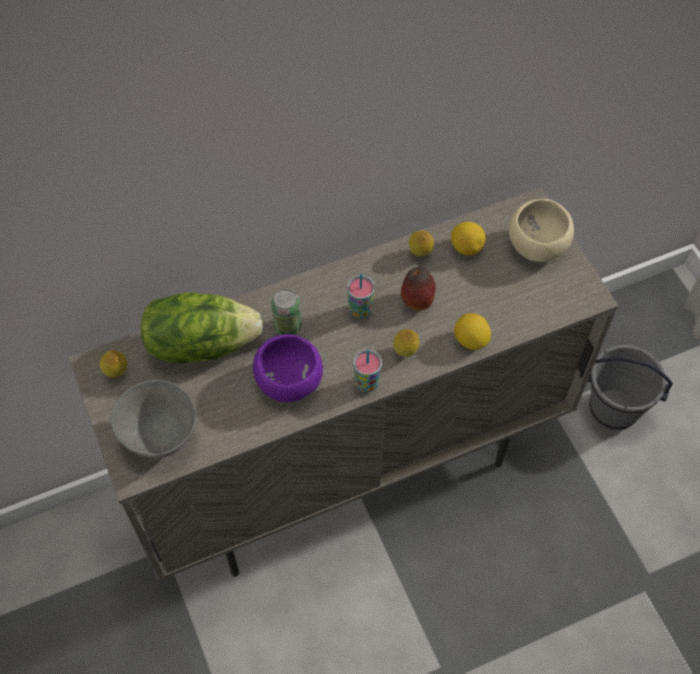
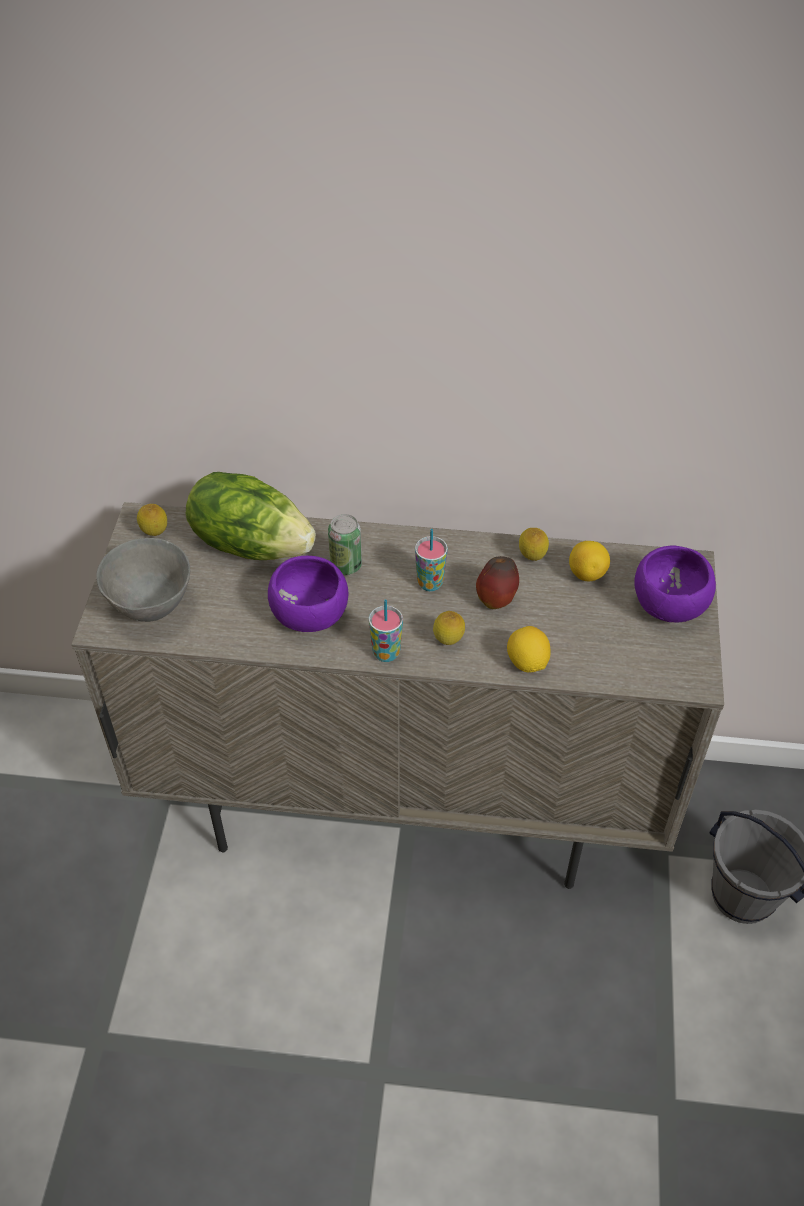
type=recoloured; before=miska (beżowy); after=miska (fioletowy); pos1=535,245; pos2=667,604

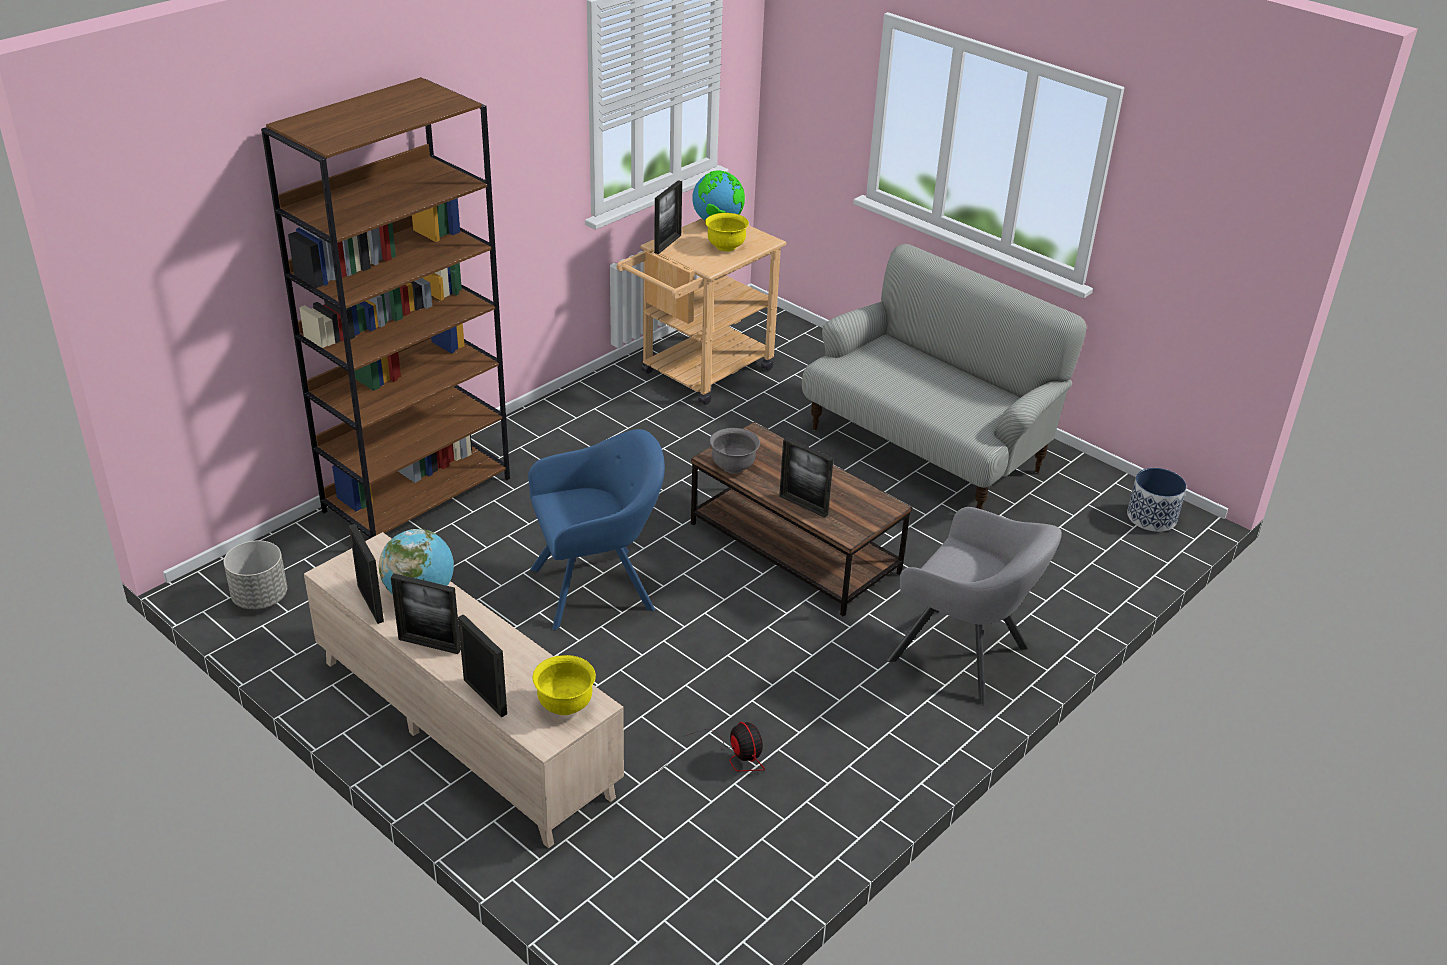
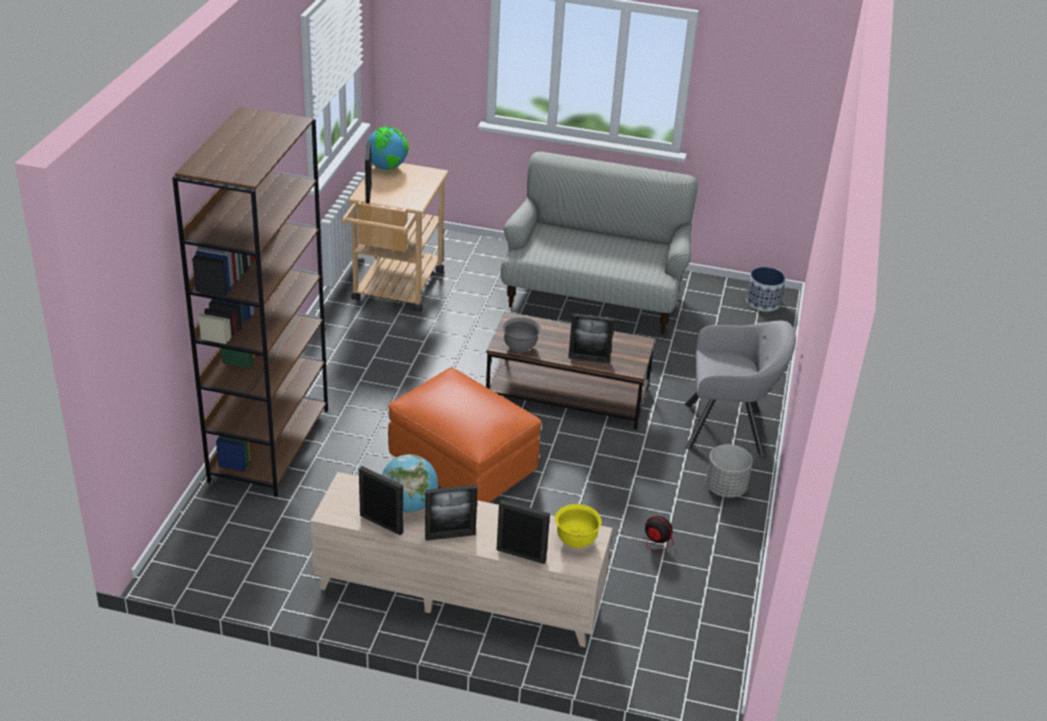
type=removed; before=miska (żółty); pos1=726,246
type=replaced; before=fotel (niebieski); after=pufa (pomarańczowy); pos1=598,588; pos2=463,466
type=moved; before=donica (szary); pos1=260,598; pos2=725,488

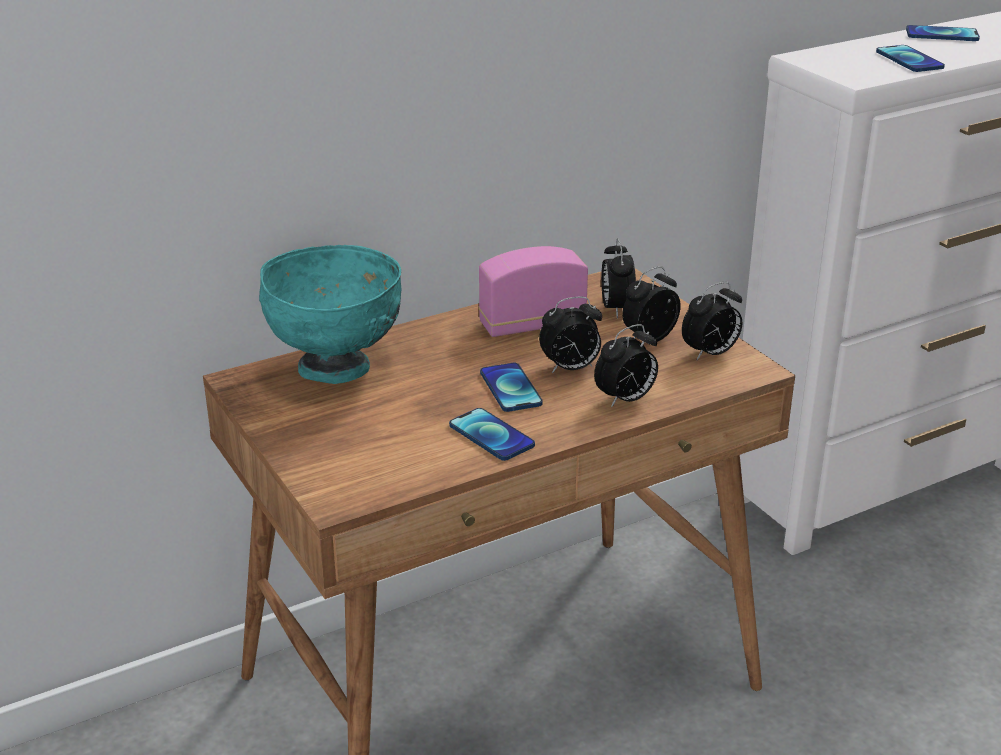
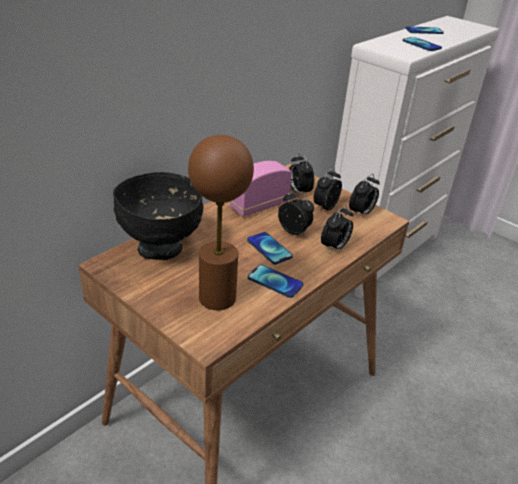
type=recoloured; before=miska (turkusowy); after=miska (czarny); pos1=336,369; pos2=161,248
type=turned; before=budzik; pos1=570,368; pos2=294,231; turn=-105
type=added; after=lampa stołowa (brązowy); pos2=217,298

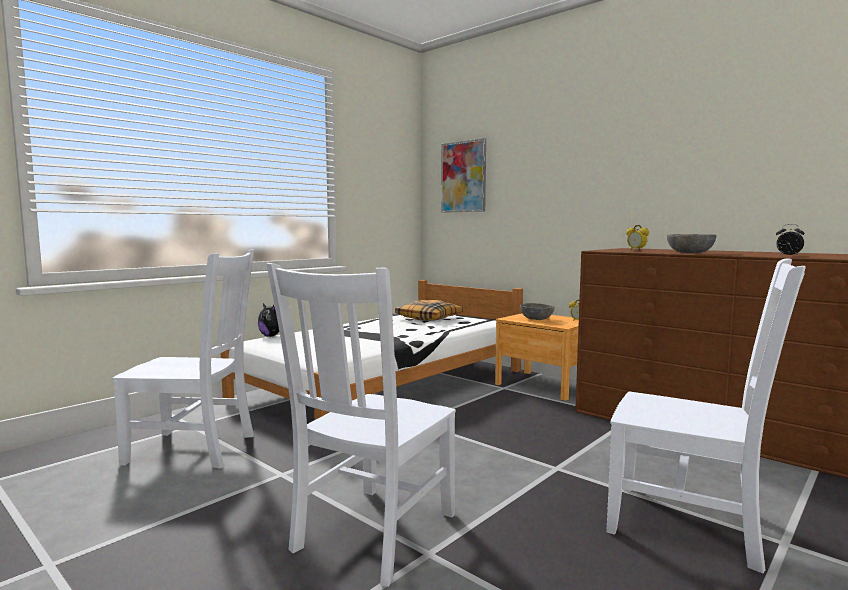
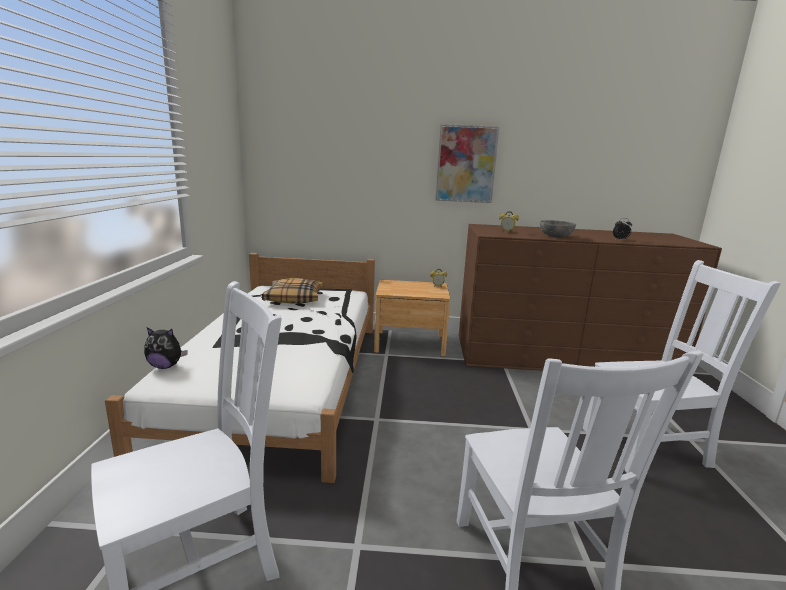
type=moved; before=obraz; pos1=463,177; pos2=466,164
type=removed; before=miska (szary); pos1=536,319

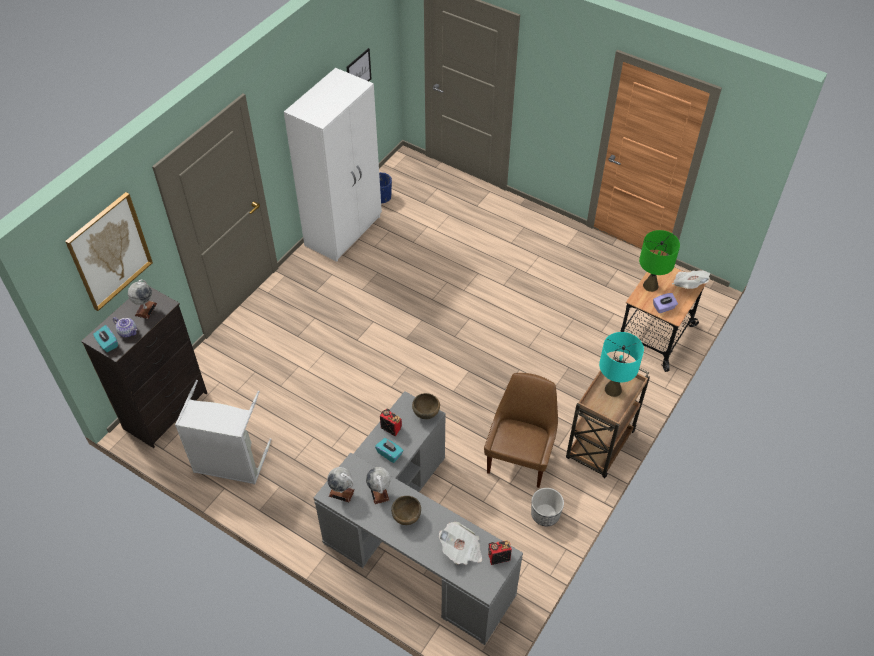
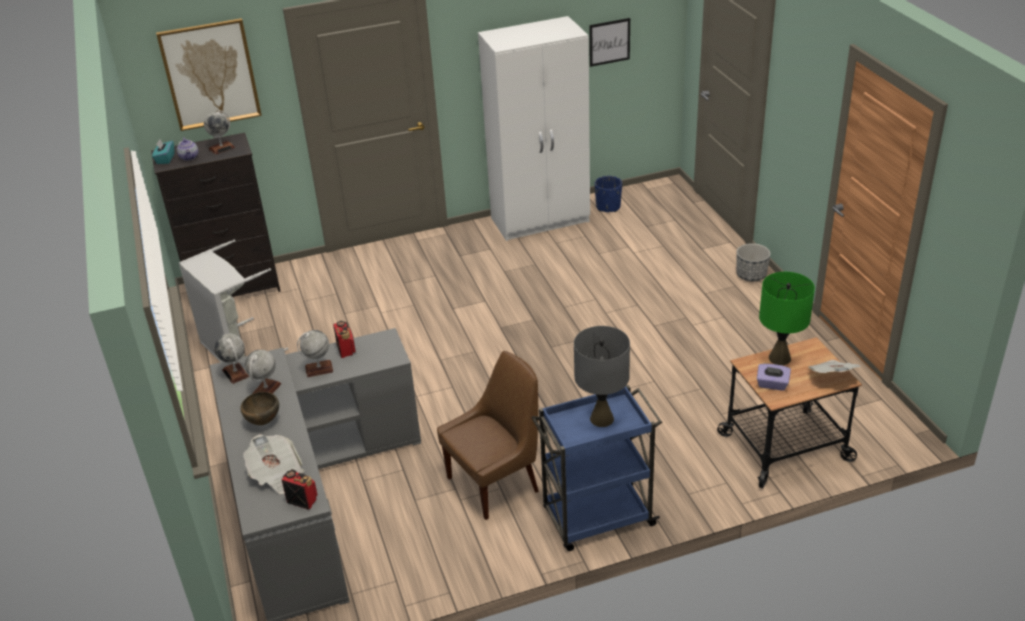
type=recoloured; before=lampa stołowa (turkusowy); after=lampa stołowa (szary); pos1=613,389; pos2=602,418
type=recoloured; before=wózek (brązowy); after=wózek (niebieski); pos1=599,446; pos2=596,518
type=removed; before=miska (brązowy); pos1=426,414
type=replaced; before=pudełko chusteczek (turkusowy); after=globus; pos1=389,454; pos2=319,369
type=moved; before=donica; pos1=545,515; pos2=751,275

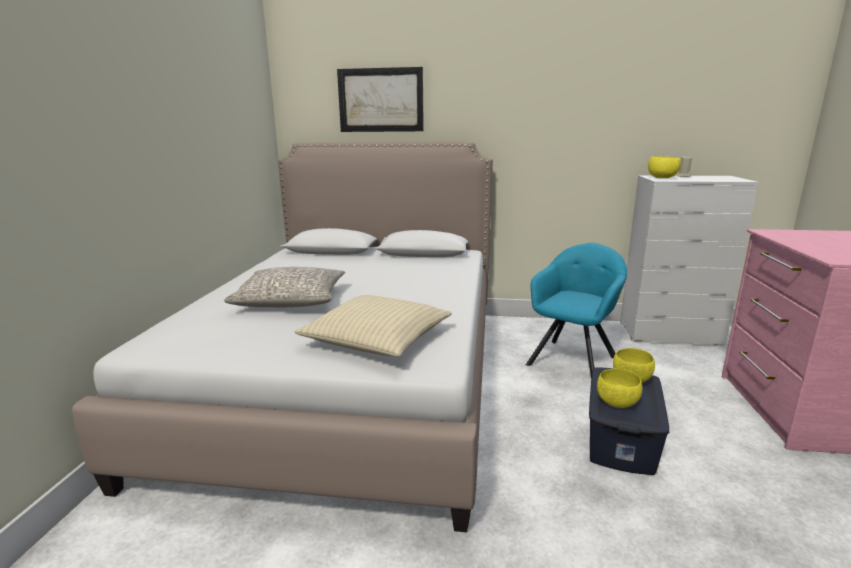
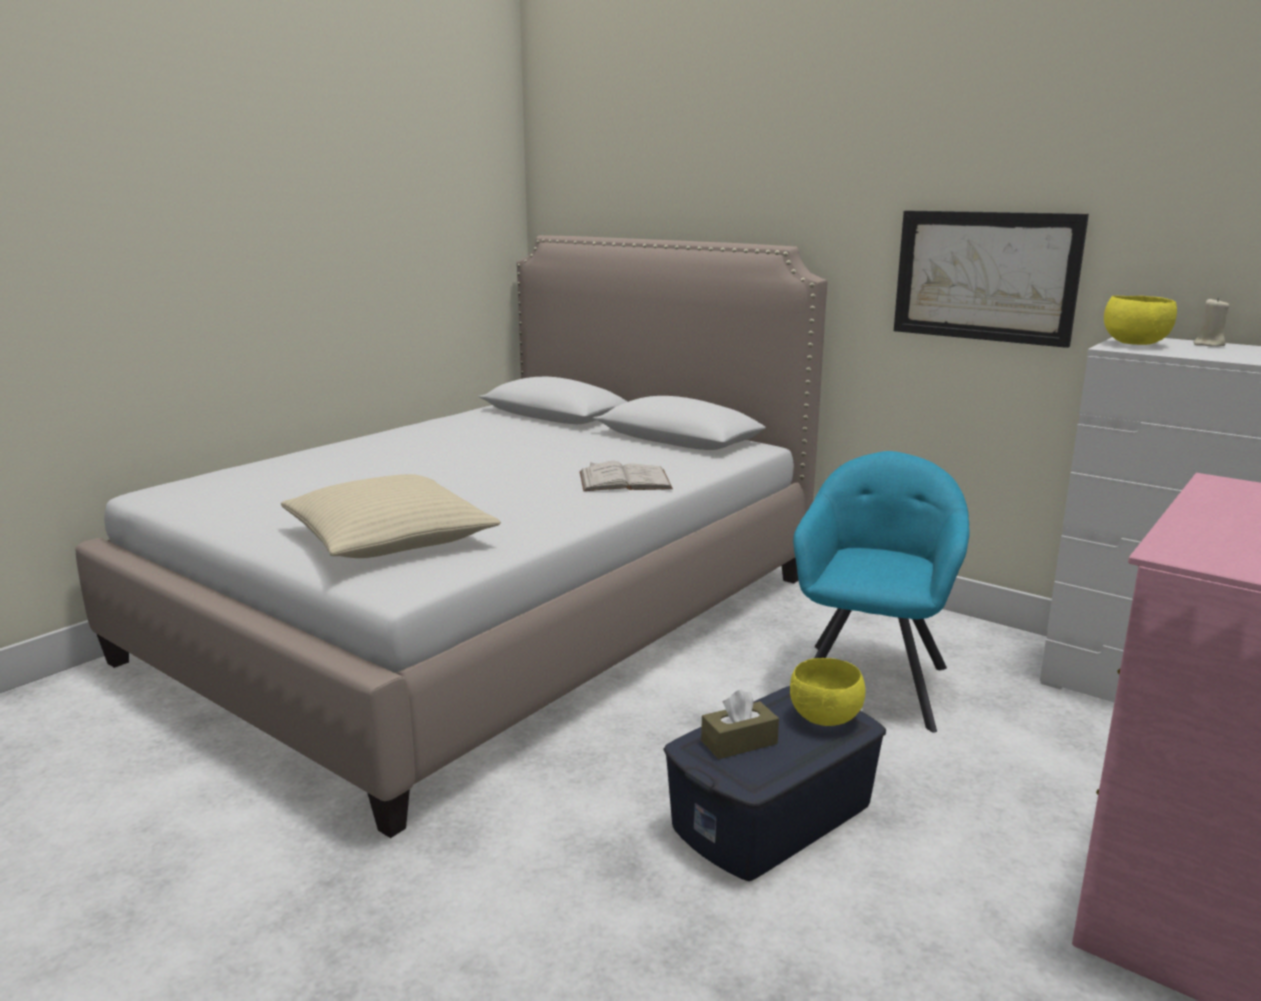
type=moved; before=obraz; pos1=381,100; pos2=985,276
type=turned; before=fotel (turkusowy); pos1=573,359; pos2=871,681; turn=-45
type=removed; before=poduszka (szary); pos1=291,300
type=replaced; before=miska (żółty); after=pudełko chusteczek (brązowy); pos1=617,404; pos2=739,742
type=added; after=książka (biały); pos2=624,480

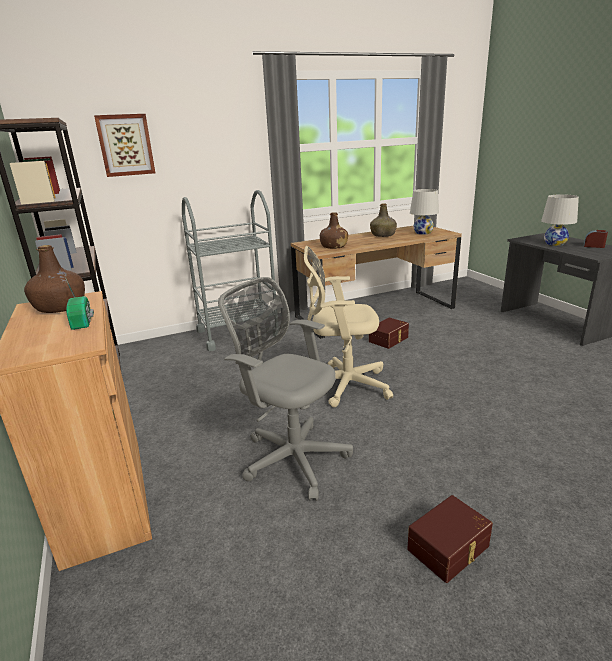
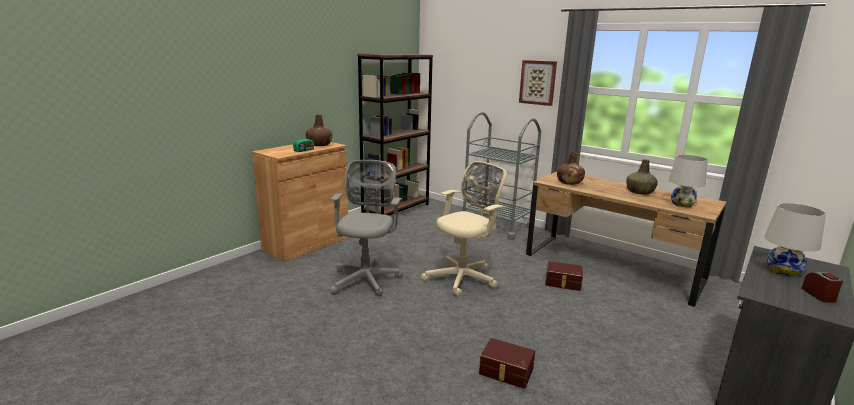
type=moved; before=obraz; pos1=125,145; pos2=538,82
type=turned; before=krzesło biurowe (beżowy); pos1=343,385; pos2=464,278; turn=75
type=moved; before=pojemnik do przechowywania (brązowy); pos1=449,548; pos2=506,372

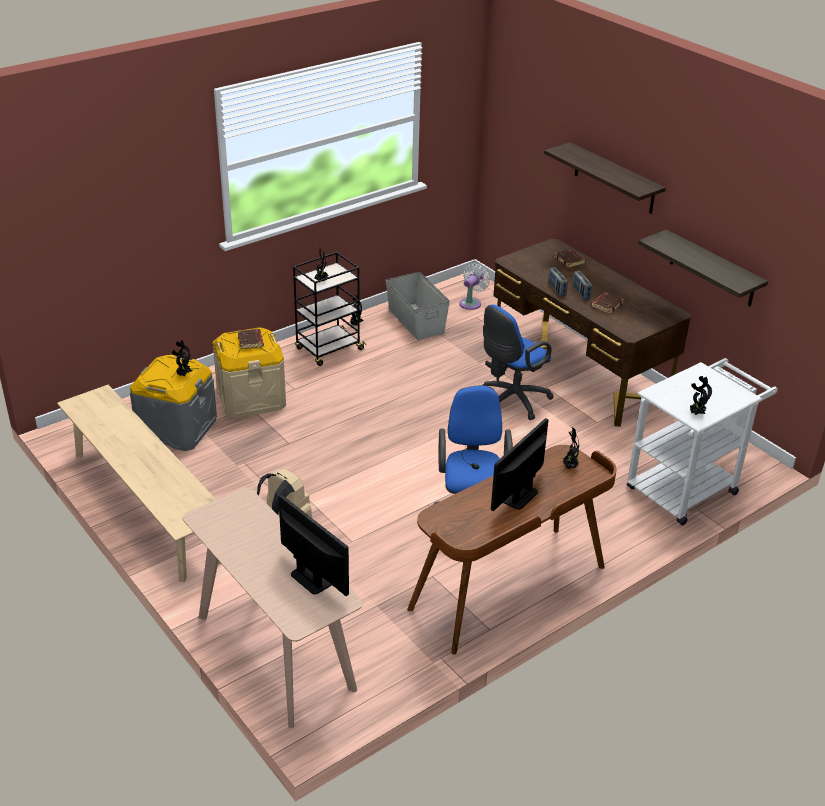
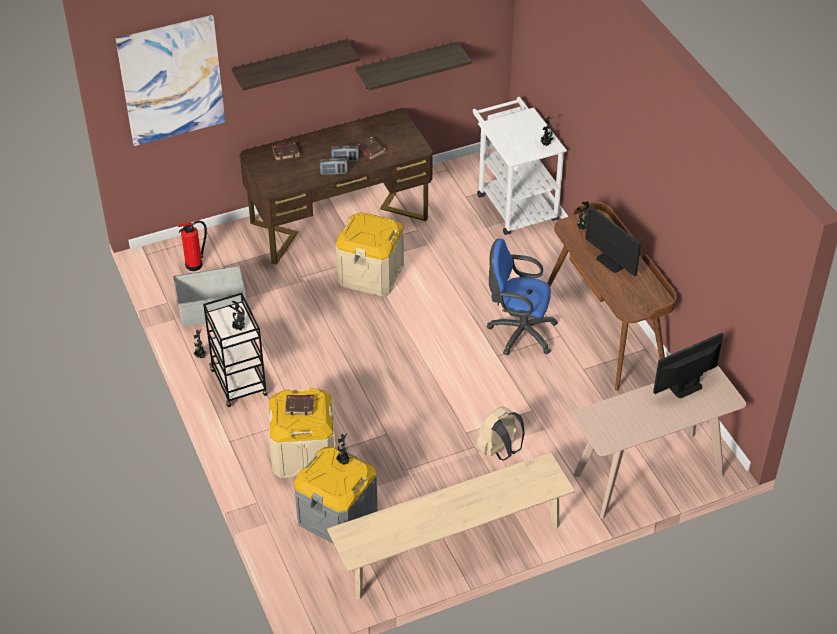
type=replaced; before=wentylator (biały); after=gaśnica; pos1=471,302; pos2=195,264
type=replaced; before=krzesło biurowe (niebieski); after=pojemnik do przechowywania (beżowy); pos1=511,401; pos2=371,274
type=added; after=obraz; pos2=171,80

